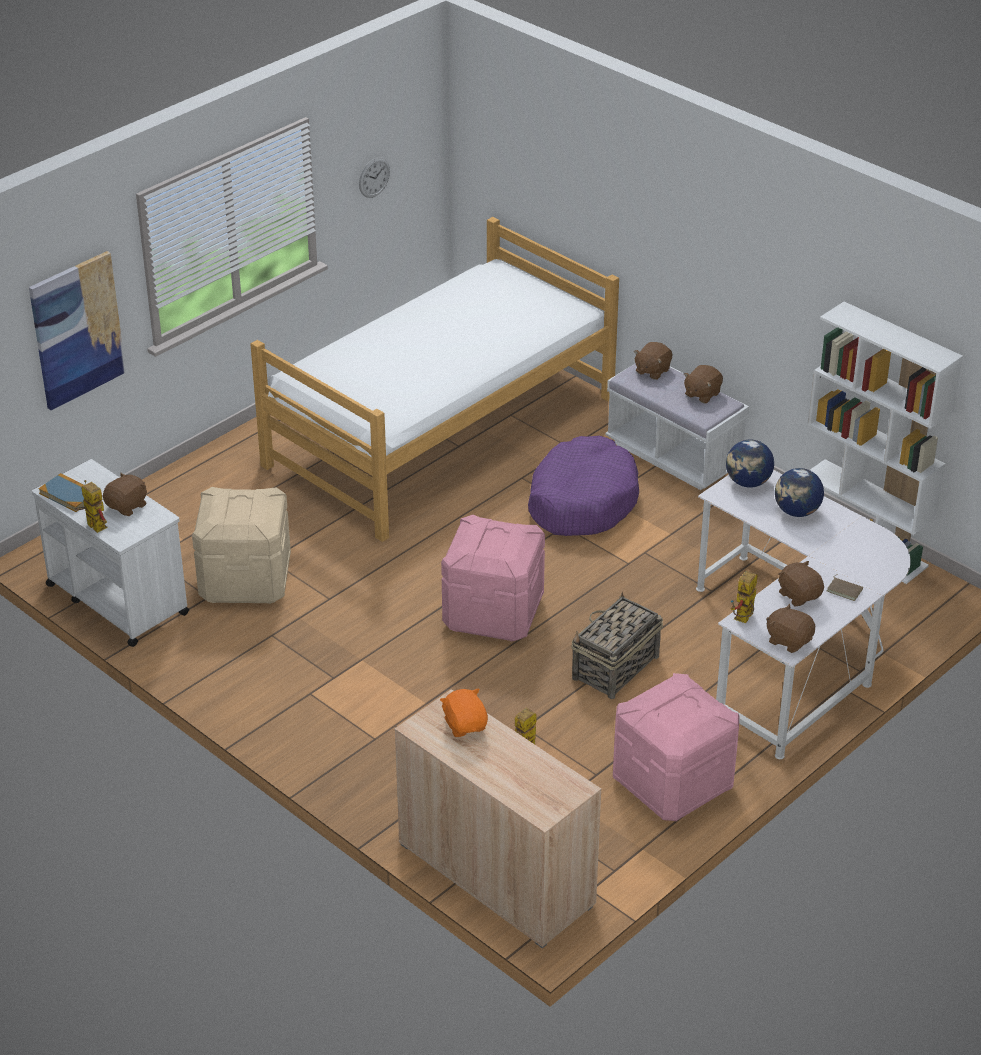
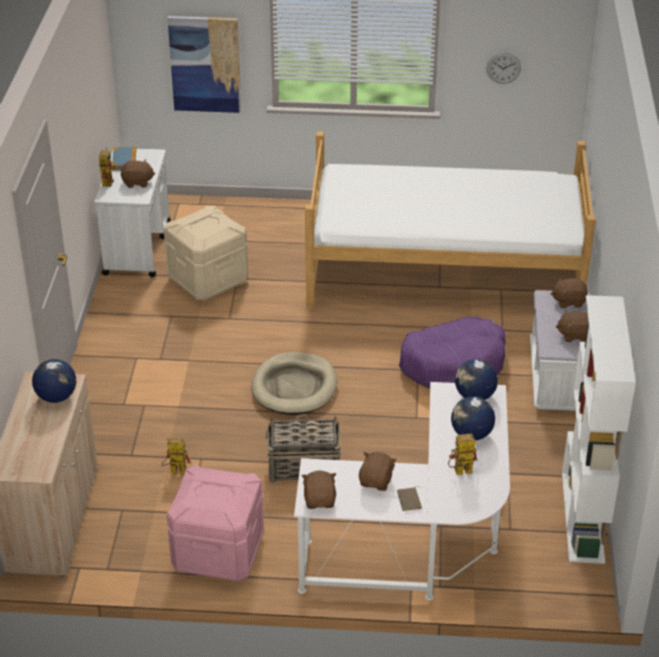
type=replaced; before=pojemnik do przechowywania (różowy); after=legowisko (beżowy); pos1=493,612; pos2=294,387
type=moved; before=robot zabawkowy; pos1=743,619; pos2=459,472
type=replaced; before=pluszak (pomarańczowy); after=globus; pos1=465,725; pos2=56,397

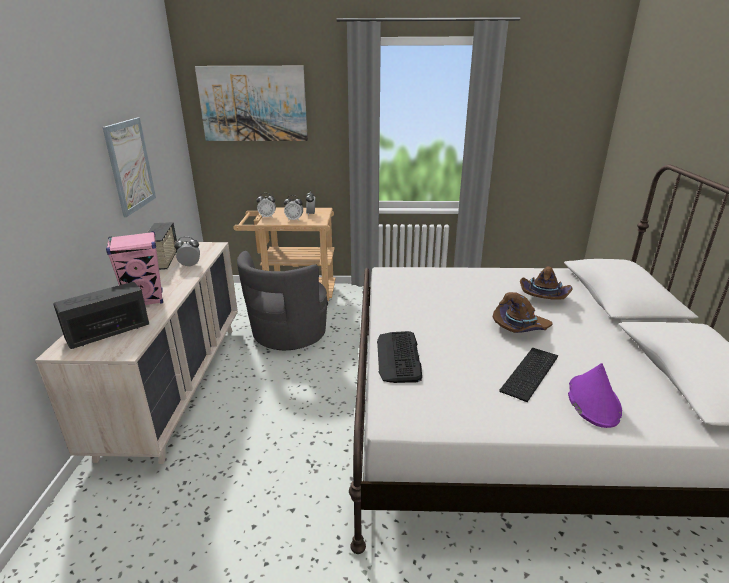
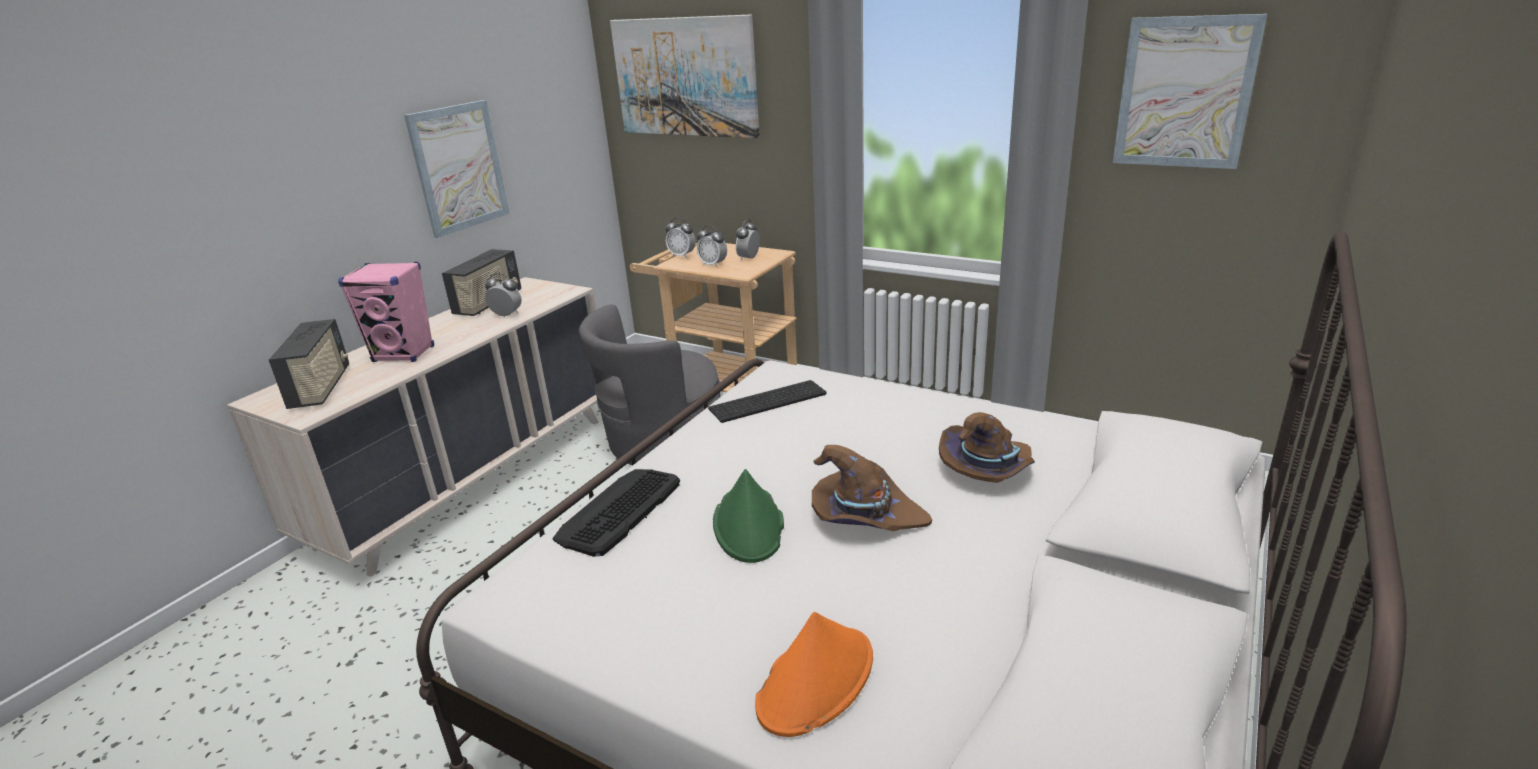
type=turned; before=radio; pos1=109,332; pos2=321,388; turn=90
type=moved; before=klawiatura; pos1=531,374; pos2=767,402
type=recoloured; before=kapelusz (fioletowy); after=kapelusz (pomarańczowy); pos1=593,401; pos2=816,681
type=added; after=obraz; pos2=1184,93
type=added; after=kapelusz (zielony); pos2=749,525

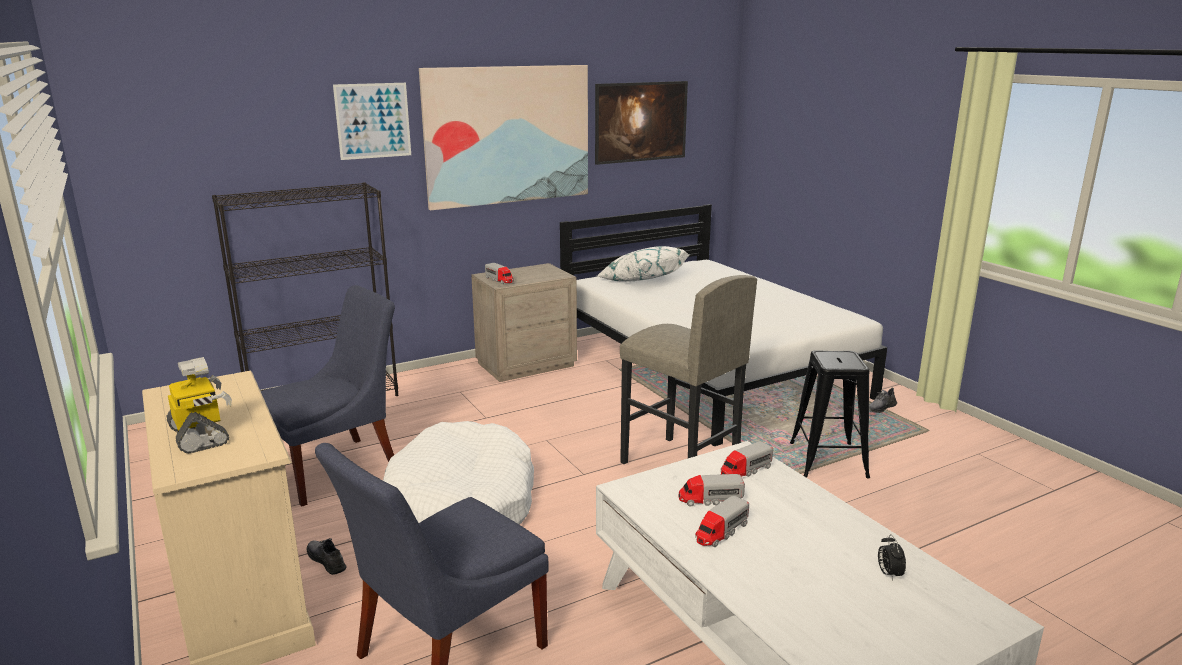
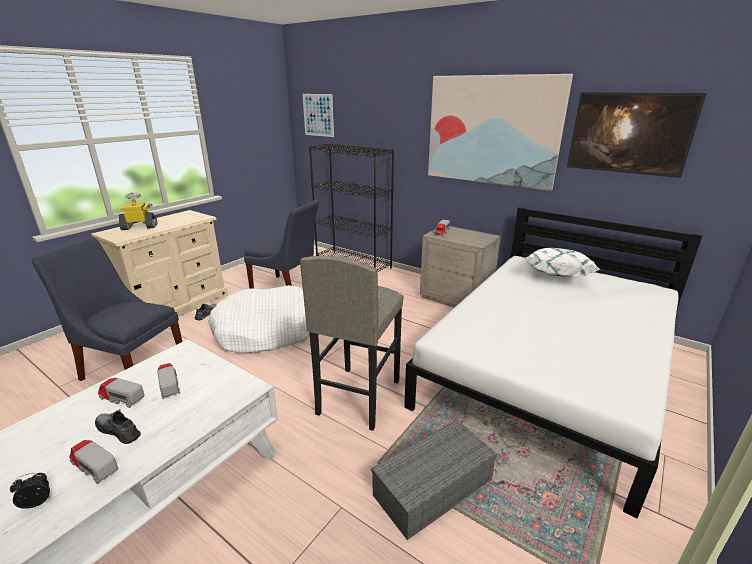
type=moved; before=obraz; pos1=373,121; pos2=318,115
type=replaced; before=stołek (czarny); after=pojemnik do przechowywania (szary); pos1=828,460; pos2=432,489
type=turned; before=robot zabawkowy; pos1=201,436; pos2=140,227; turn=-135
type=moved; before=but (szary); pos1=880,408; pos2=118,430
type=moved; before=ciężarówka zabawkowa; pos1=745,471; pos2=94,466

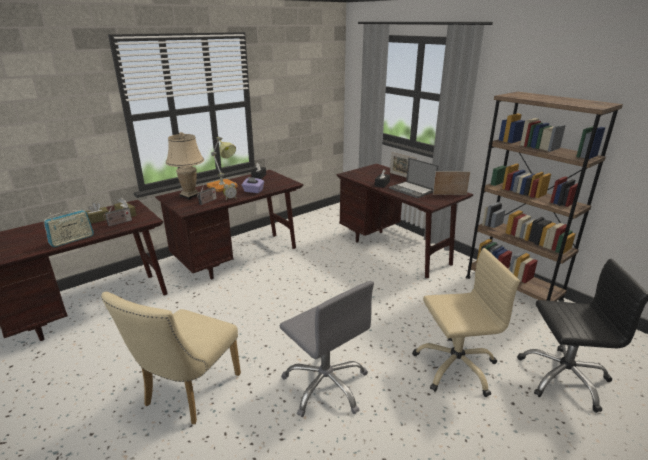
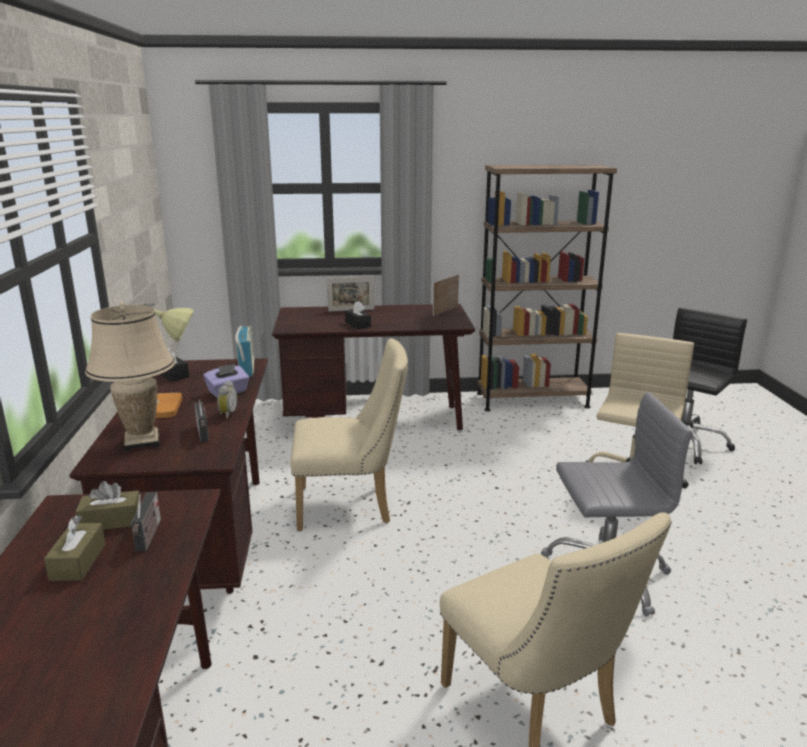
type=removed; before=laptop; pos1=412,190
type=moved; before=radio; pos1=72,240; pos2=246,369
type=added; after=krzesło (beżowy); pos2=351,506

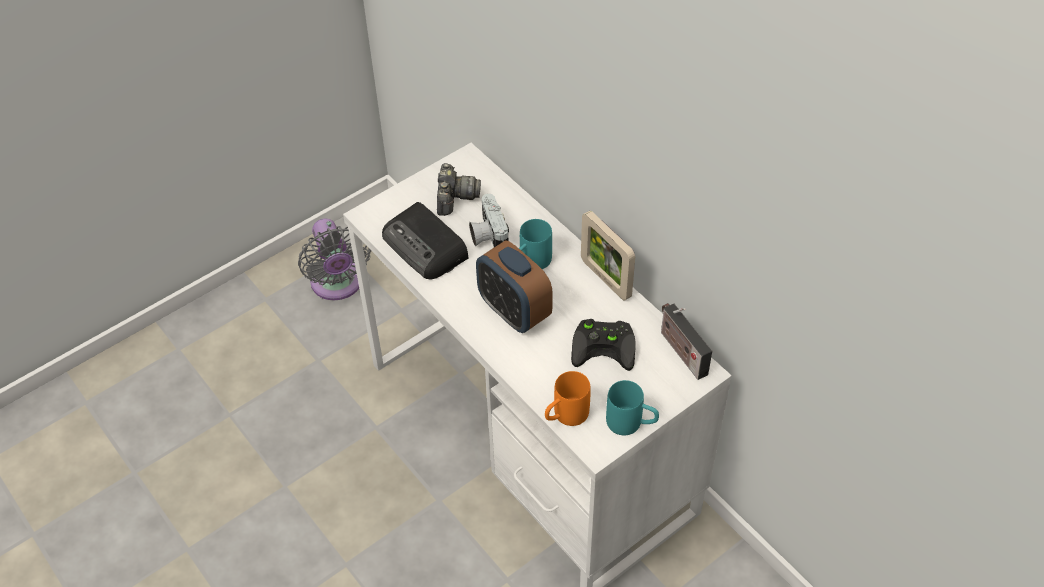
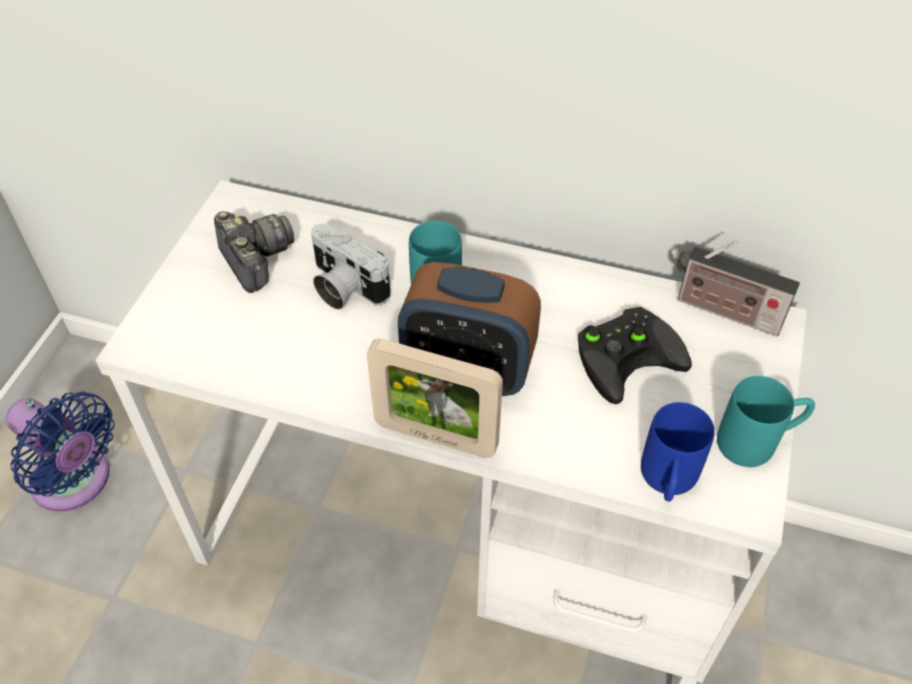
type=removed; before=radio; pos1=426,247
type=moved; before=ramka na zdjęcie; pos1=605,279; pos2=436,437
type=recoloured; before=wentylator (szary); after=wentylator (niebieski); pos1=338,284; pos2=76,482
type=recoloured; before=kubek (pomarańczowy); after=kubek (niebieski); pos1=565,416; pos2=667,482

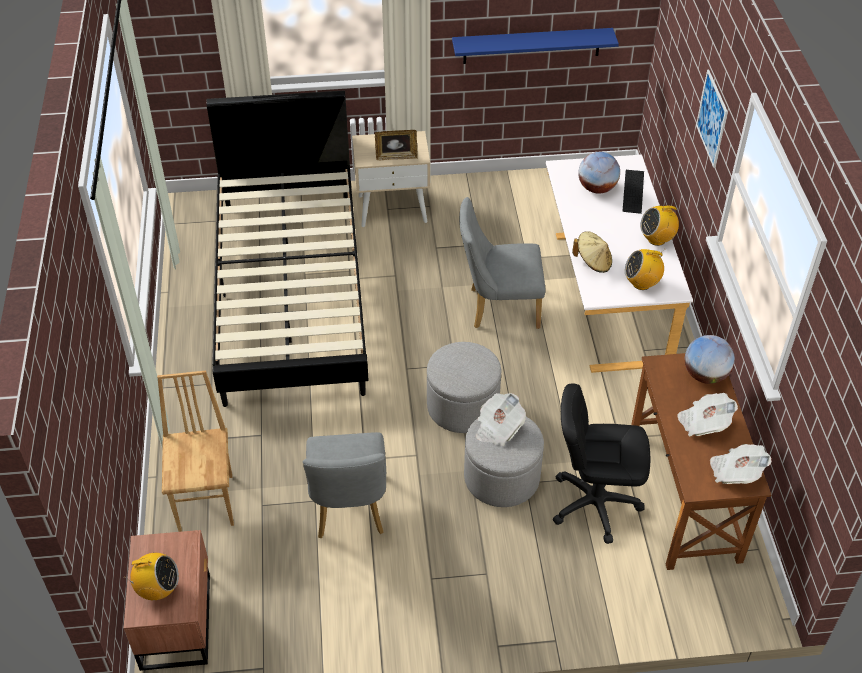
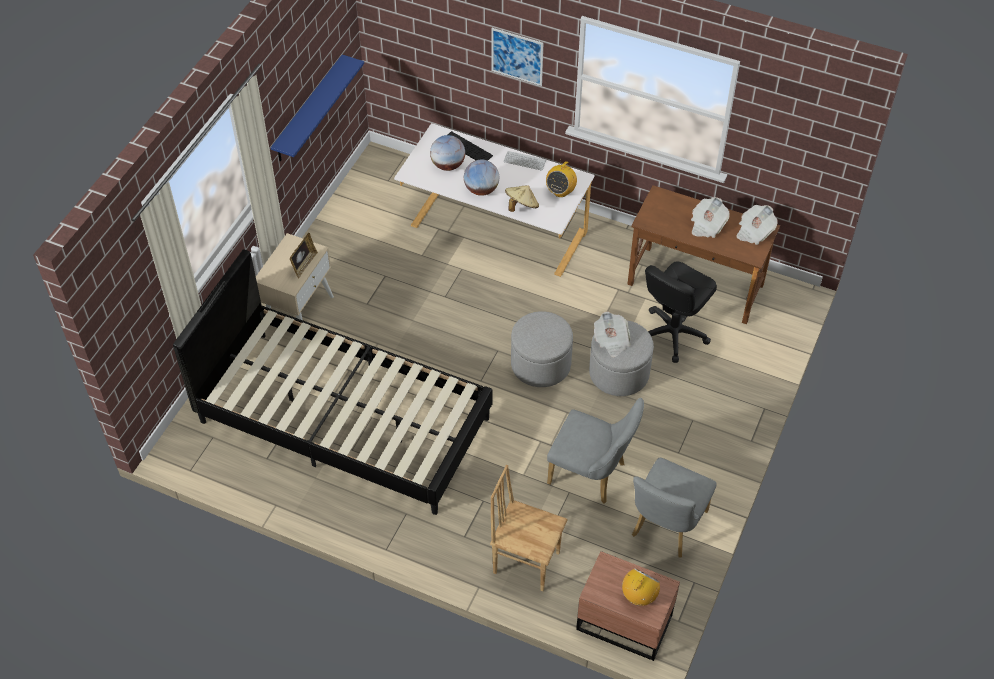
type=moved; before=krzesło (szary); pos1=498,308; pos2=666,527
type=replaced; before=radio; after=klawiatura; pos1=657,239; pos2=524,161
type=moved; before=globus; pos1=705,375; pos2=481,189

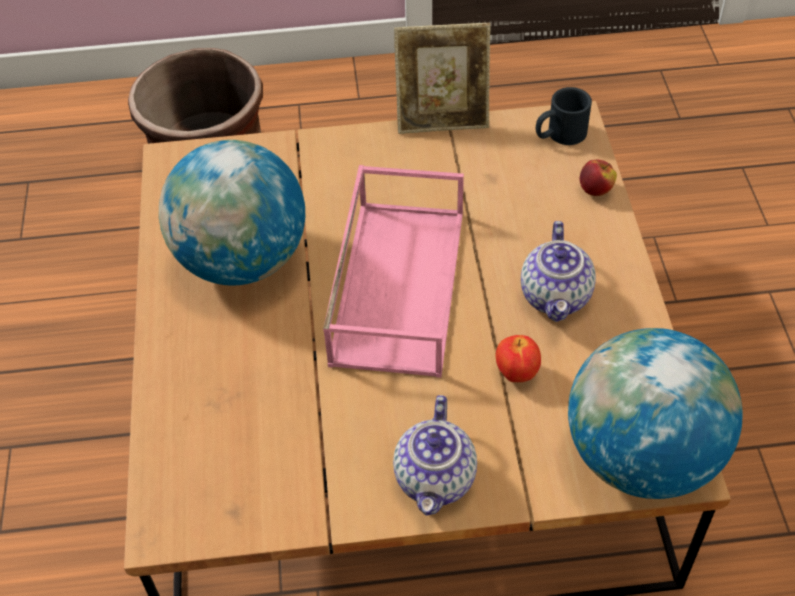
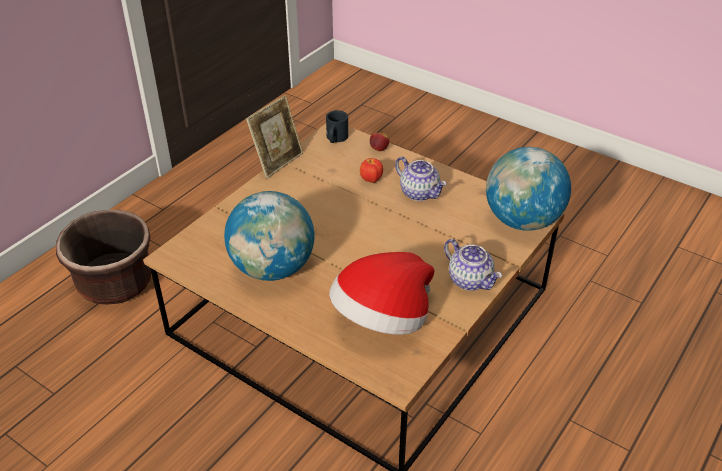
type=removed; before=taca (różowy); pos1=396,284
type=moved; before=jabłko; pos1=516,373; pos2=371,180
type=added; after=kapelusz; pos2=382,319

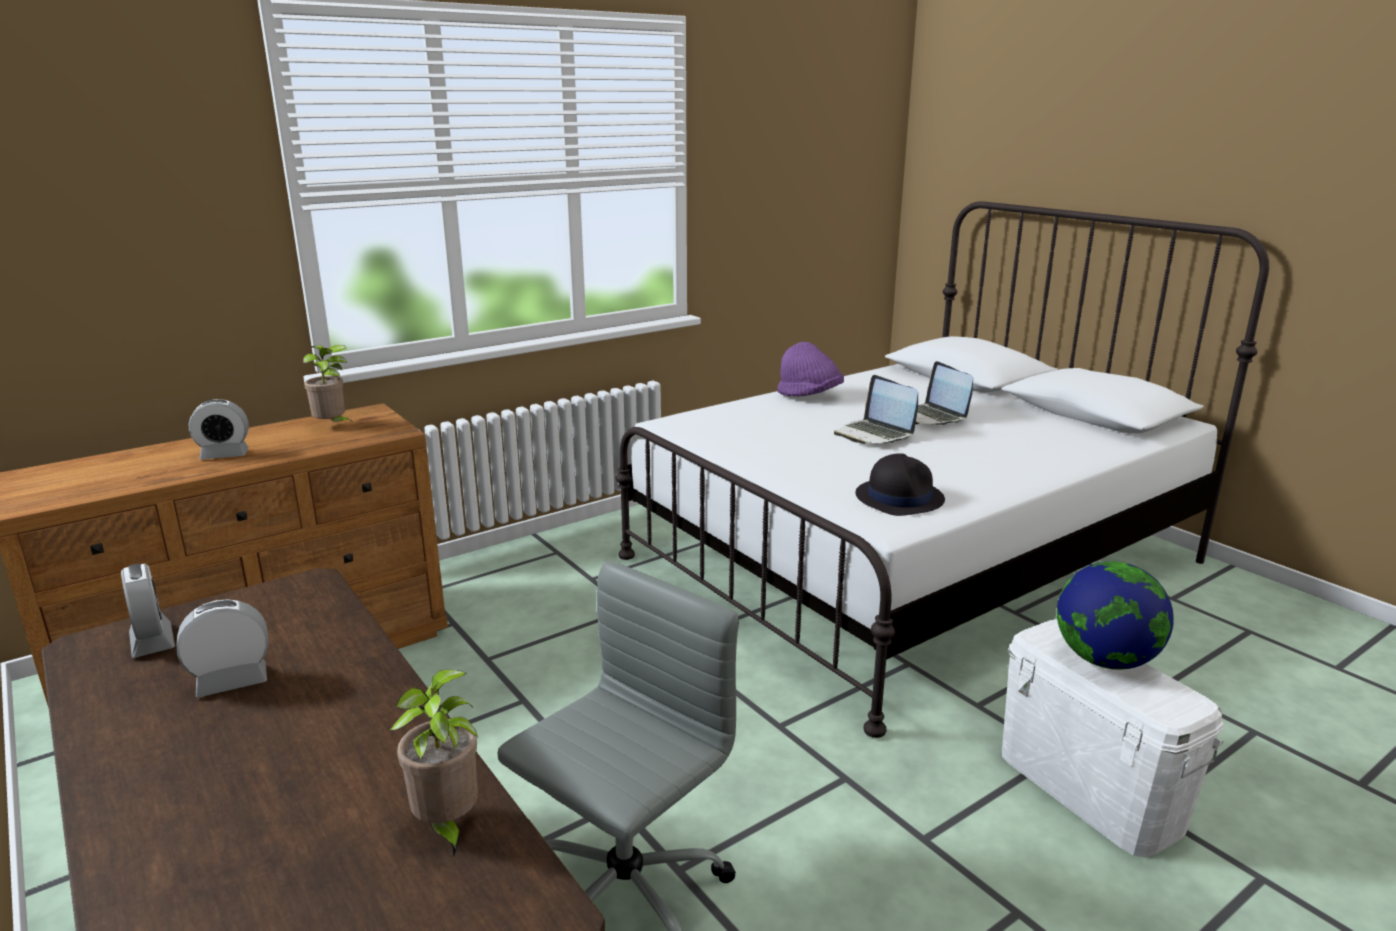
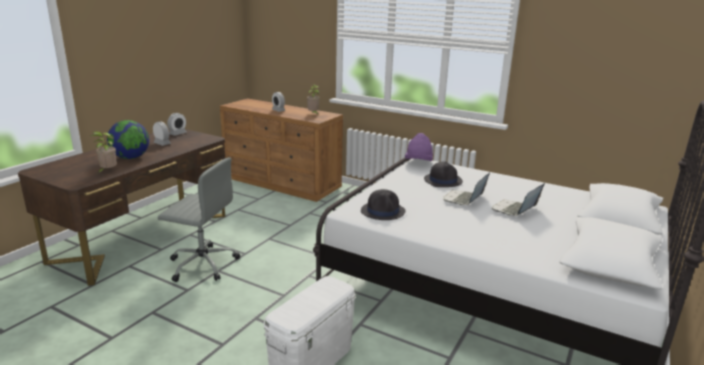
type=moved; before=kapelusz (fioletowy); pos1=809,396; pos2=418,162
type=moved; before=globus; pos1=1105,660; pos2=130,158
type=added; after=kapelusz (czarny); pos2=443,180

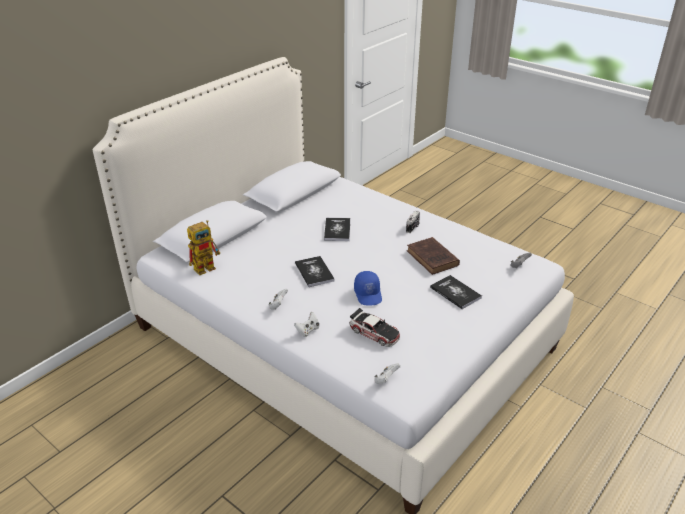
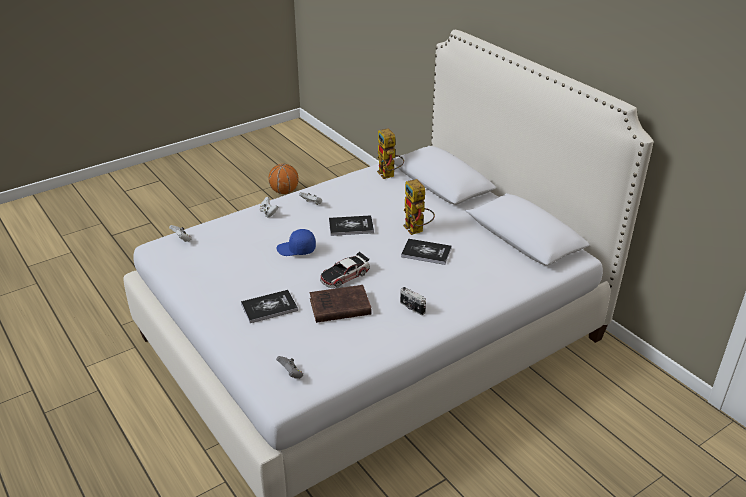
type=moved; before=samochodzik; pos1=374,332; pos2=344,275
type=added; after=piłka do koszykówki; pos2=284,192
type=added; after=robot zabawkowy; pos2=417,230

